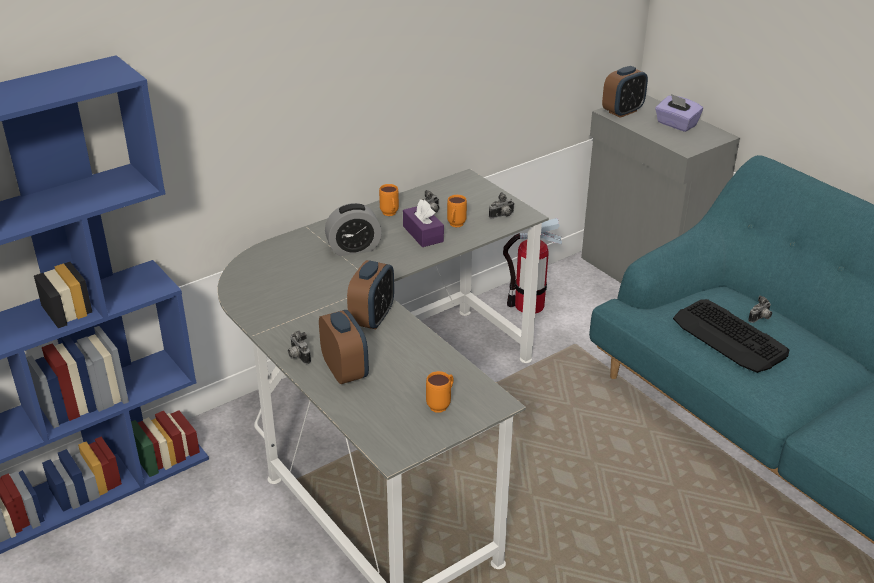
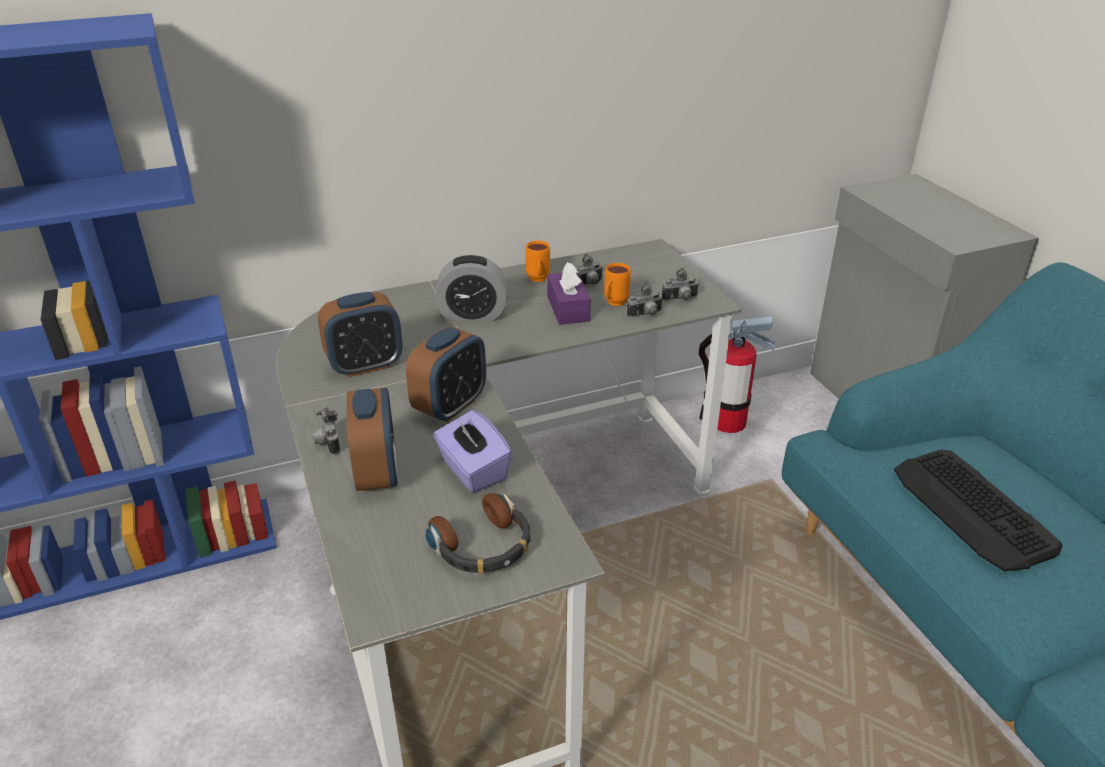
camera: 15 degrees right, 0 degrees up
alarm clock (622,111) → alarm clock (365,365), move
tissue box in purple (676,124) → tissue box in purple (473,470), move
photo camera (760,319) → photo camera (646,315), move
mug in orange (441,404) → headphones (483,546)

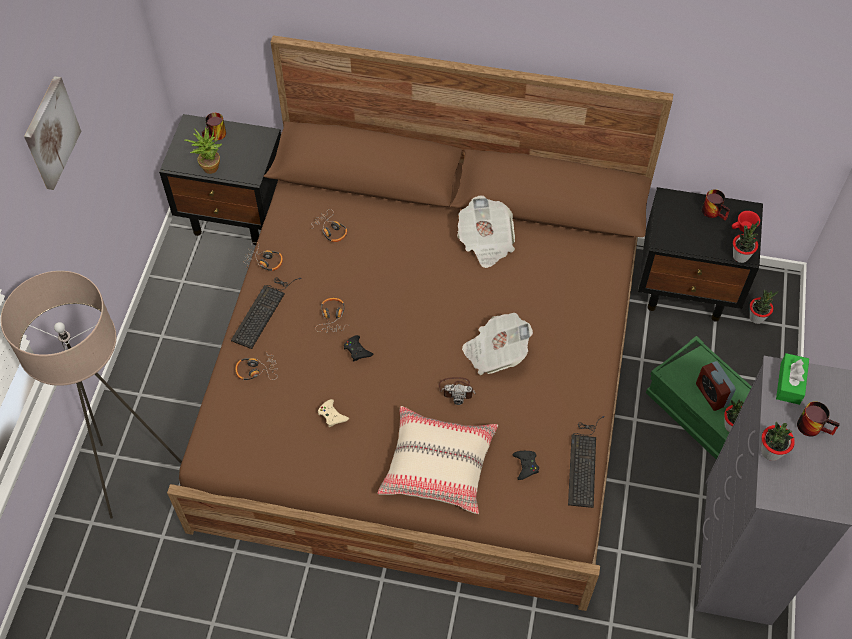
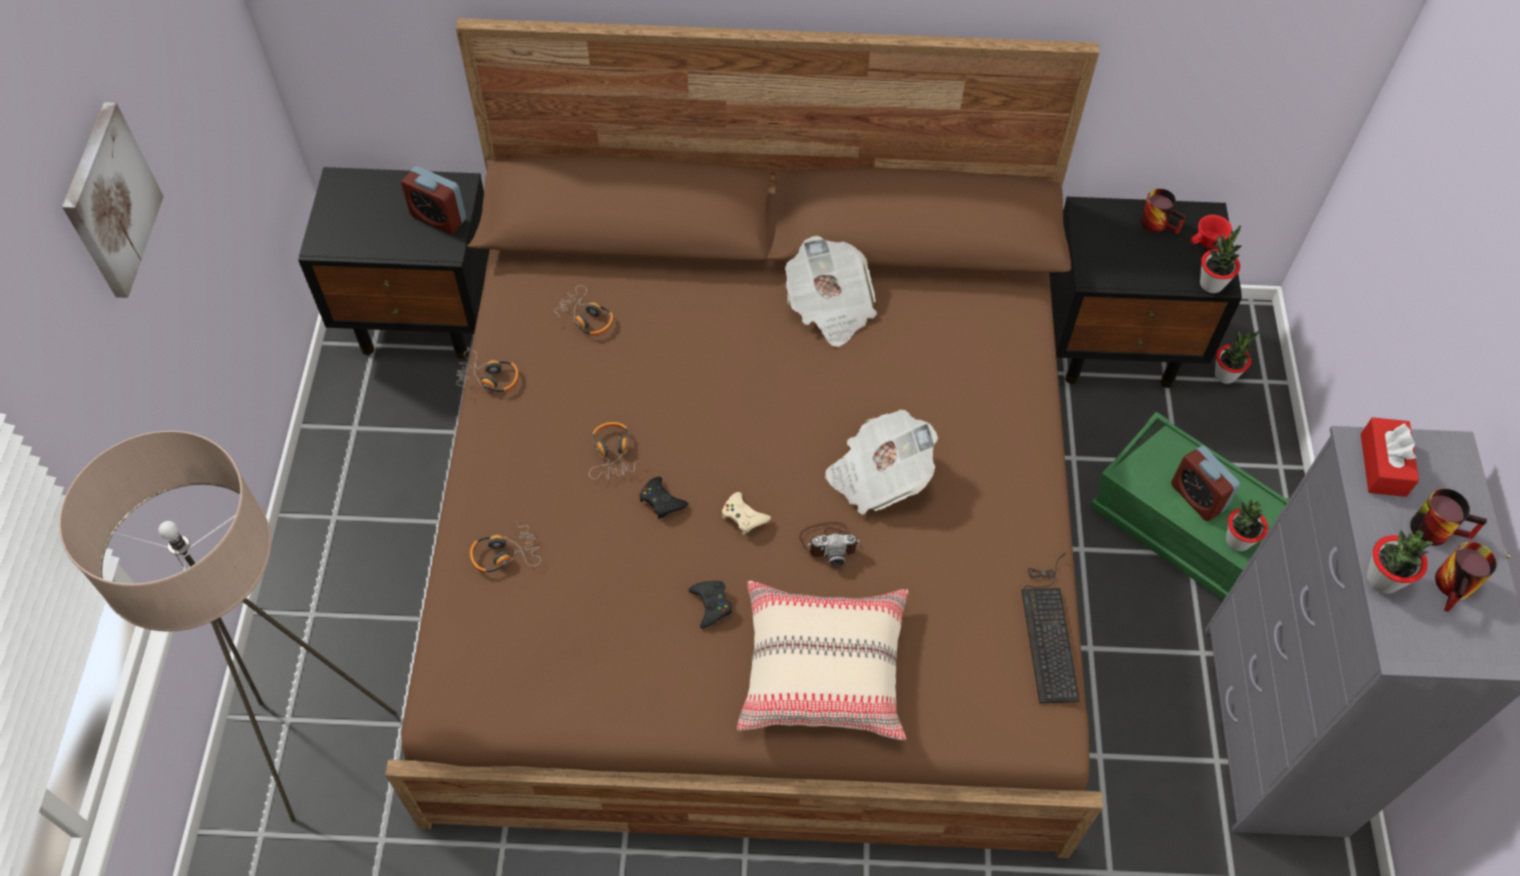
camera: 10 degrees left, 0 degrees up
potted plant (209,165) → -
keyboard (264,310) → -
- → alarm clock (438,218)
mug (216,136) → mug (1456,589), move
game controller in beige (332,415) → game controller in beige (743,516), move
game controller in black (525,465) → game controller in black (711,605), move
tissue box in green (790,383) → tissue box in red (1383,465)

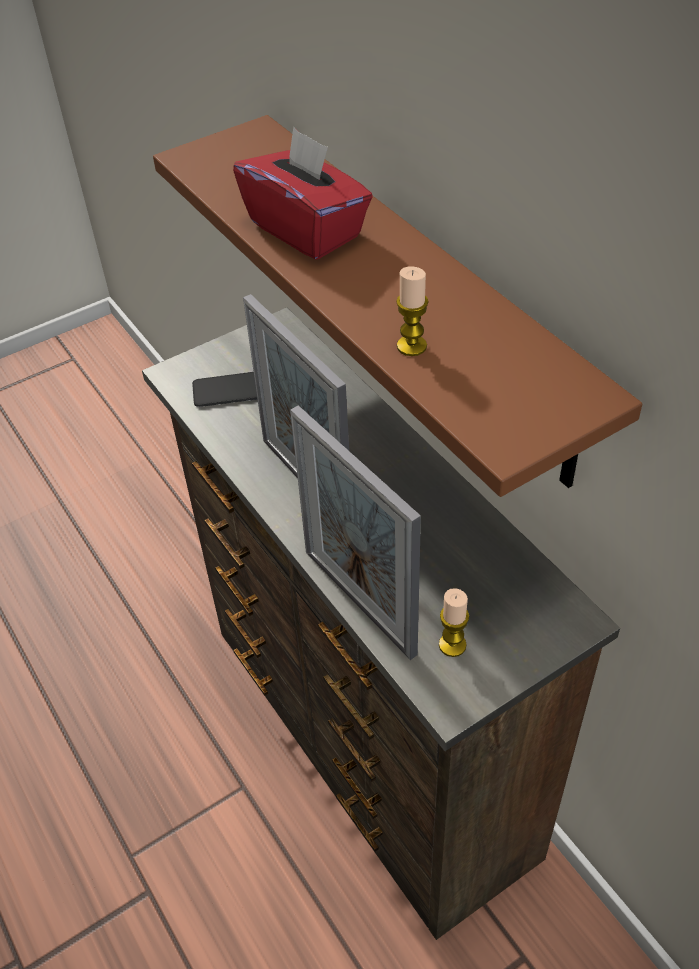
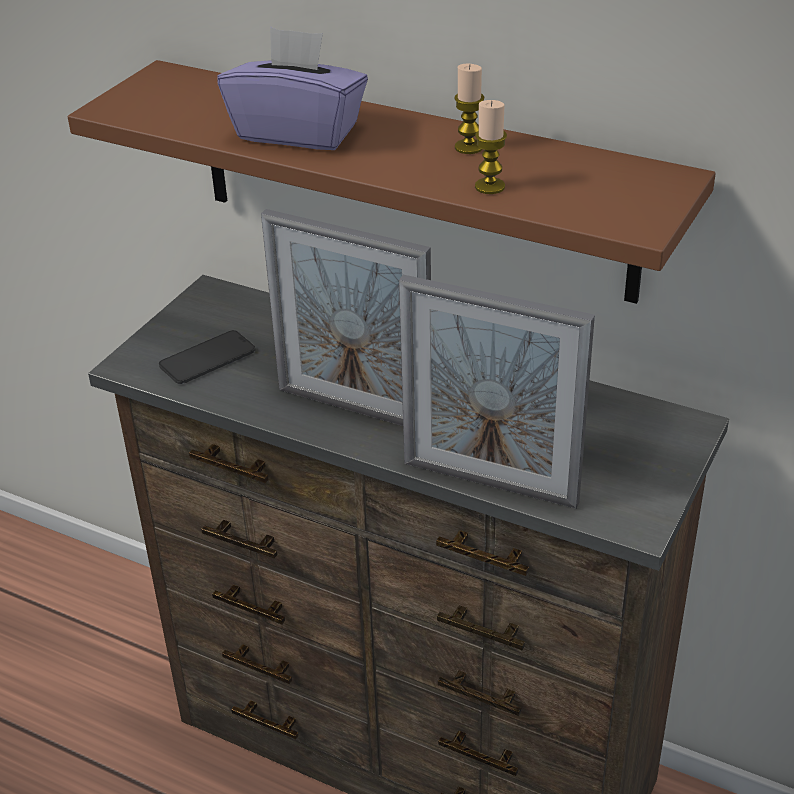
camera: 30 degrees left, 10 degrees down
candle (452,645) → candle (469,147), move
tissue box in red (307,229) → tissue box in purple (298,132)

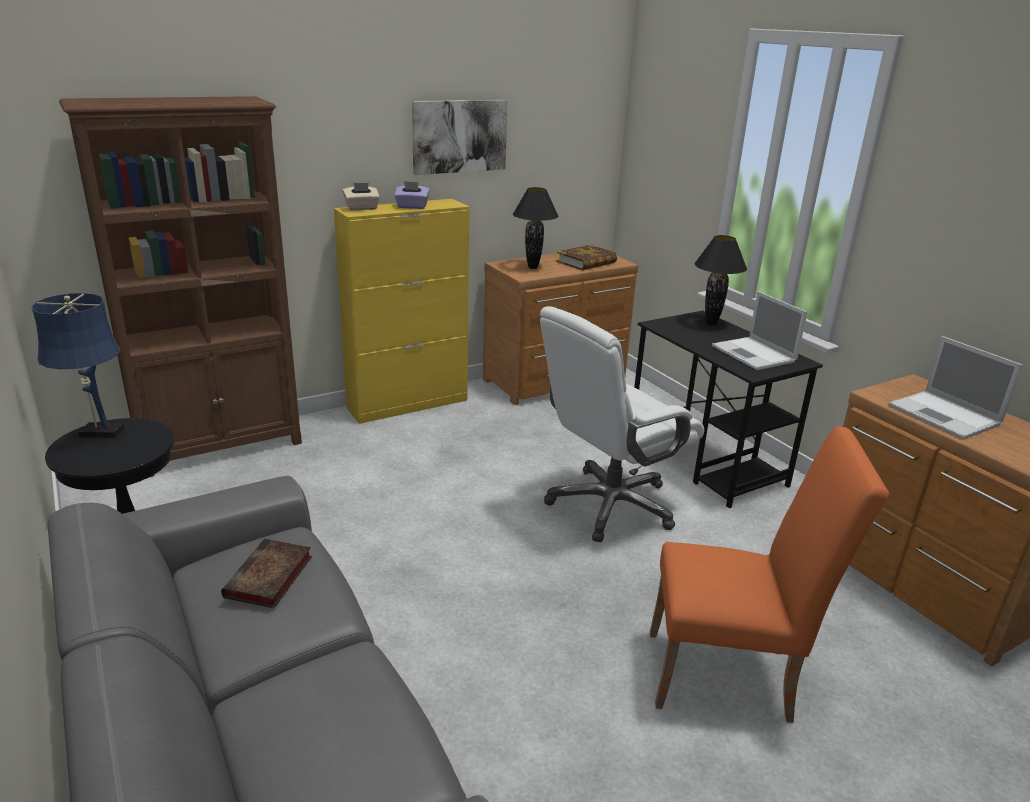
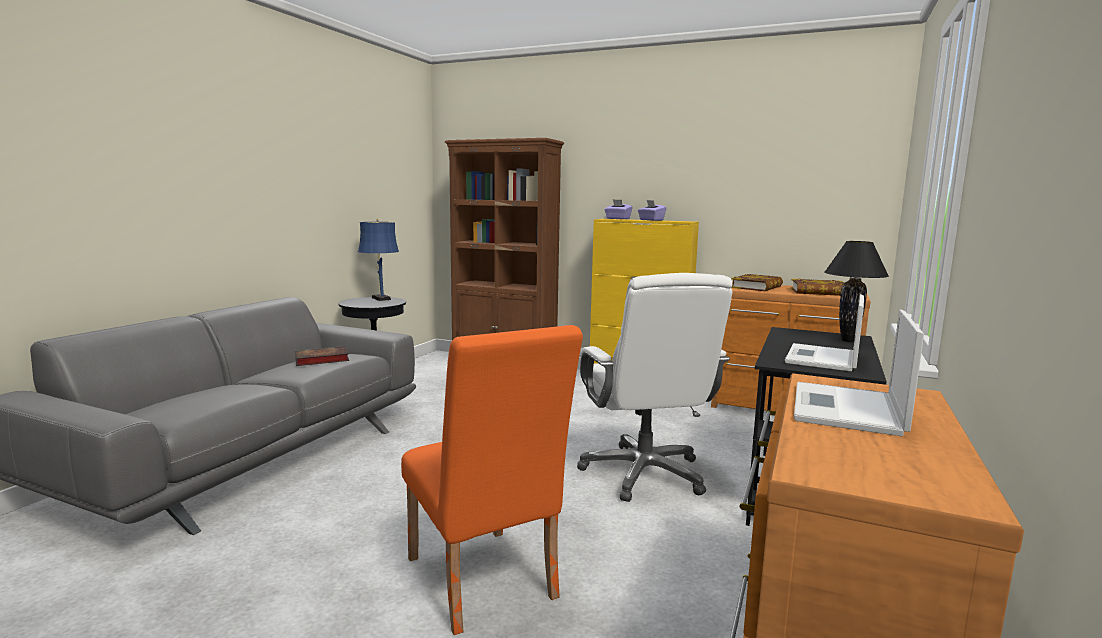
camera: 55 degrees right, 15 degrees down
picture (459,136) → -
table lamp in black (533,268) → book (757,287)
tissue box in beige (362,208) → tissue box in purple (617,219)
office chair in white (610,505) → office chair in white (644,474), 120 degrees counterclockwise

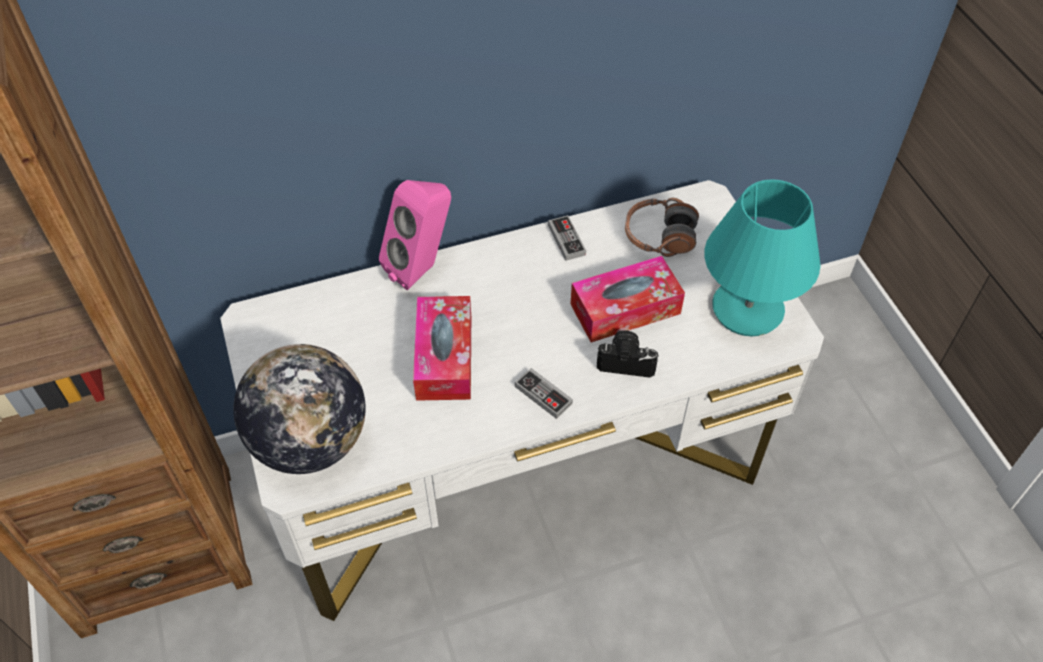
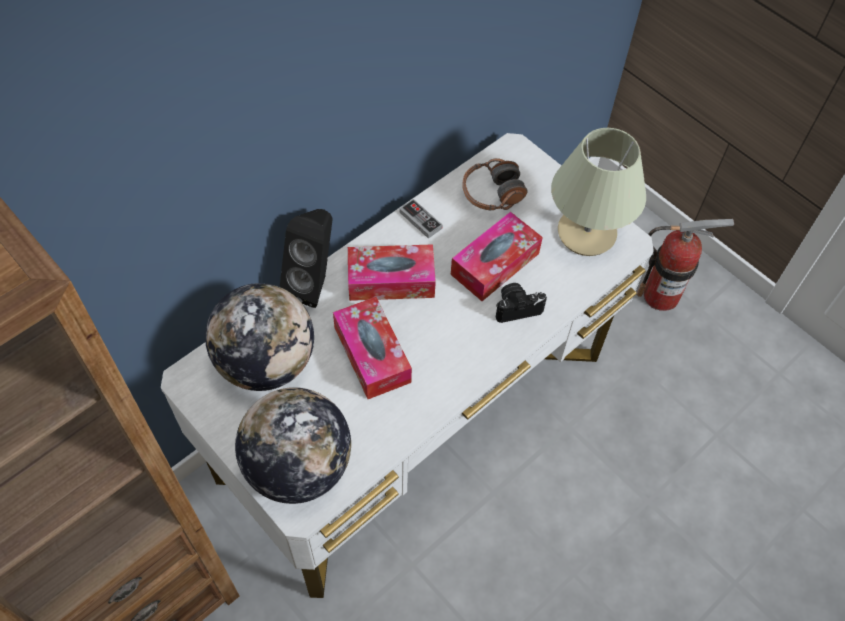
camera: 25 degrees left, 5 degrees up
game controller (543,395) → -
- → globe (266,362)
- → tissue box (391,280)
- → fire extinguisher (661,295)
speaker in pink (422,268) → speaker in black (314,283)
table lamp in turquoise (748,310) → table lamp in beige (587,233)

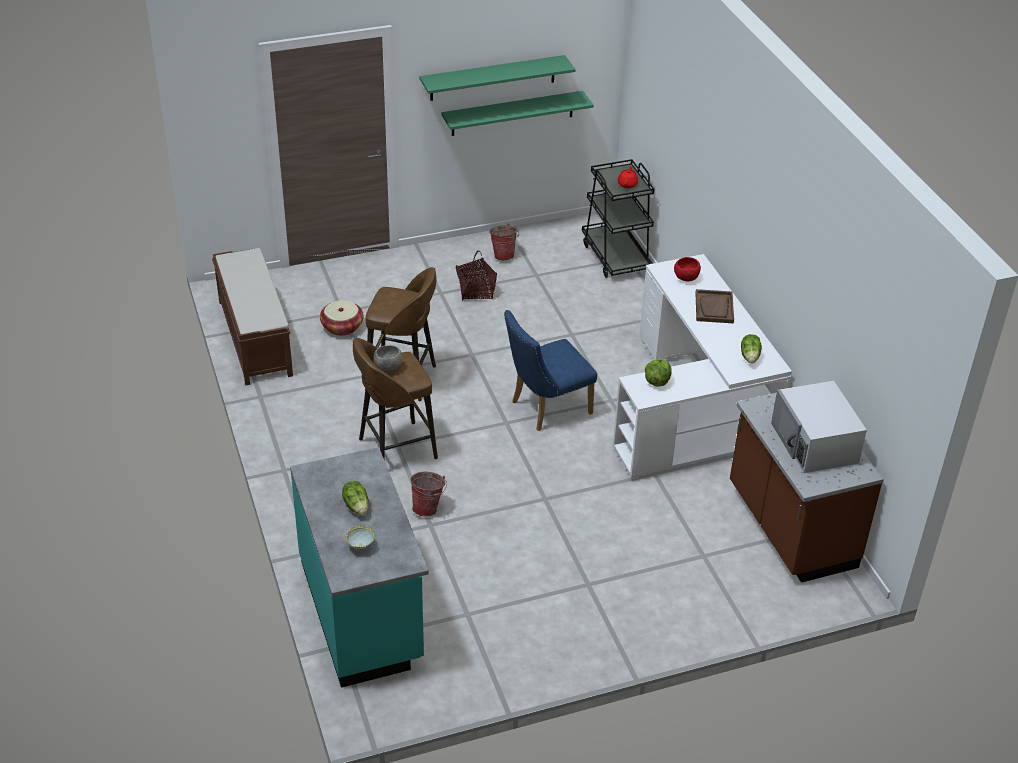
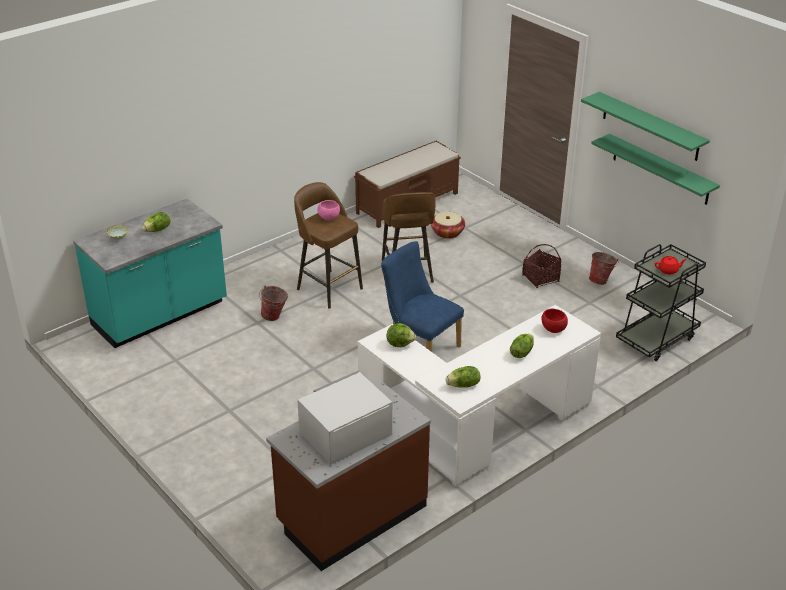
camera: 70 degrees right, 5 degrees down
tray in brown (714,308) → lettuce (521,353)
bowl in grey (387,368) → bowl in pink (328,218)

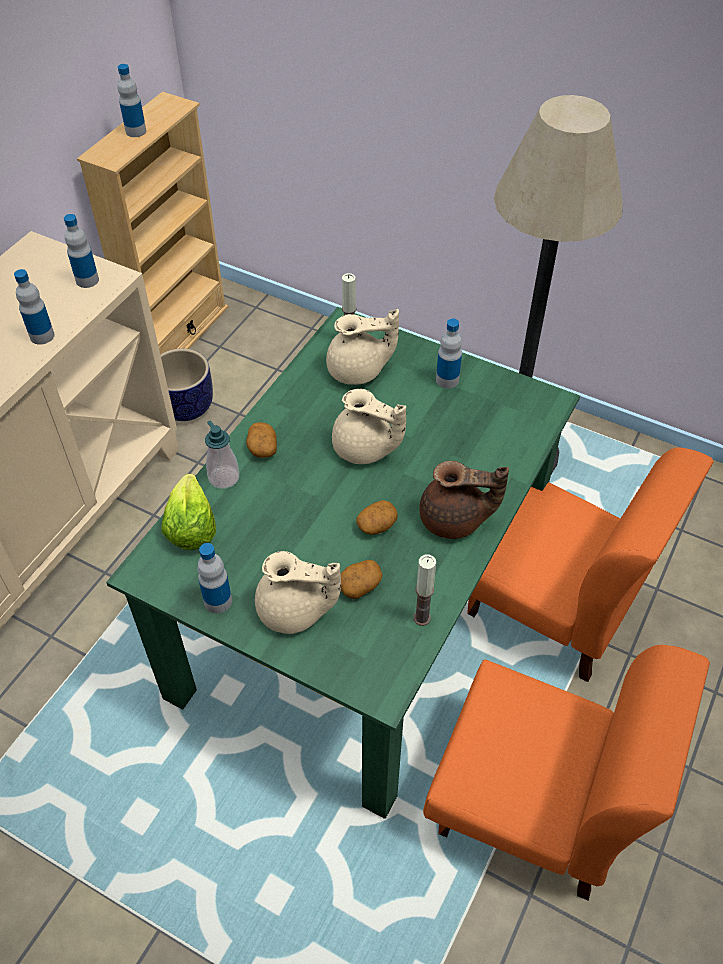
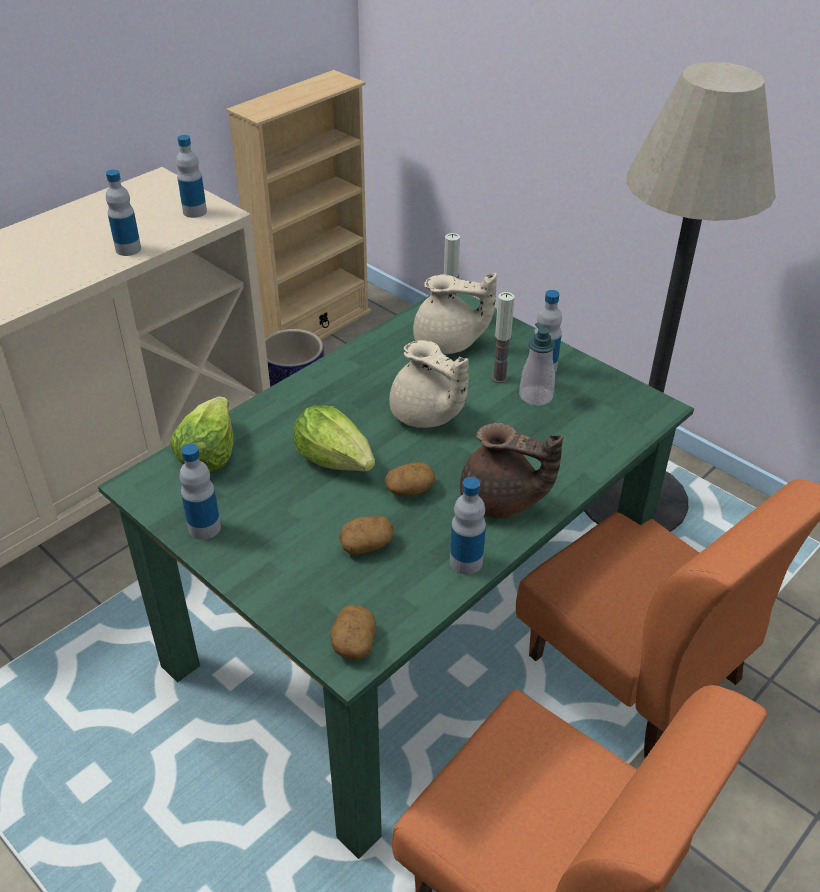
camera: 15 degrees right, 10 degrees down
teapot in beige (295,611) → -
- → lettuce (335,459)
bottle (136,131) → bottle (466,562), move
soap dispenser (224,478) → soap dispenser (536,396), move
potato (262,447) → potato (353,642), move
candle (422,618) → candle (499,378), move

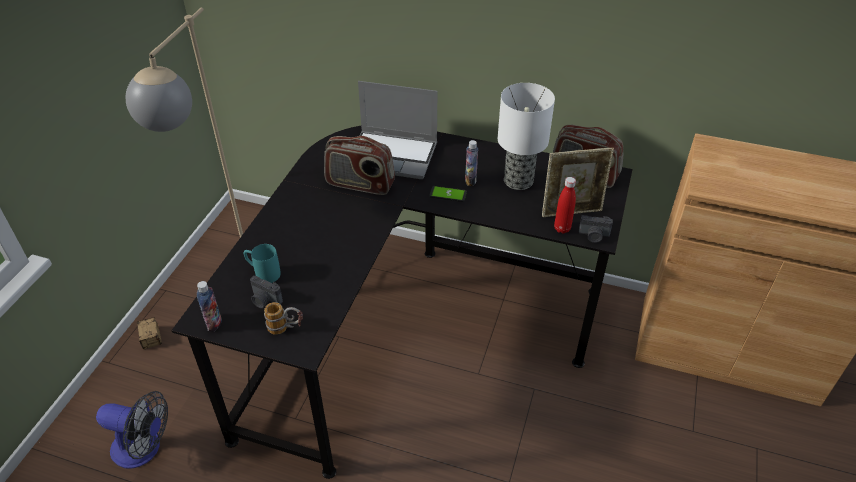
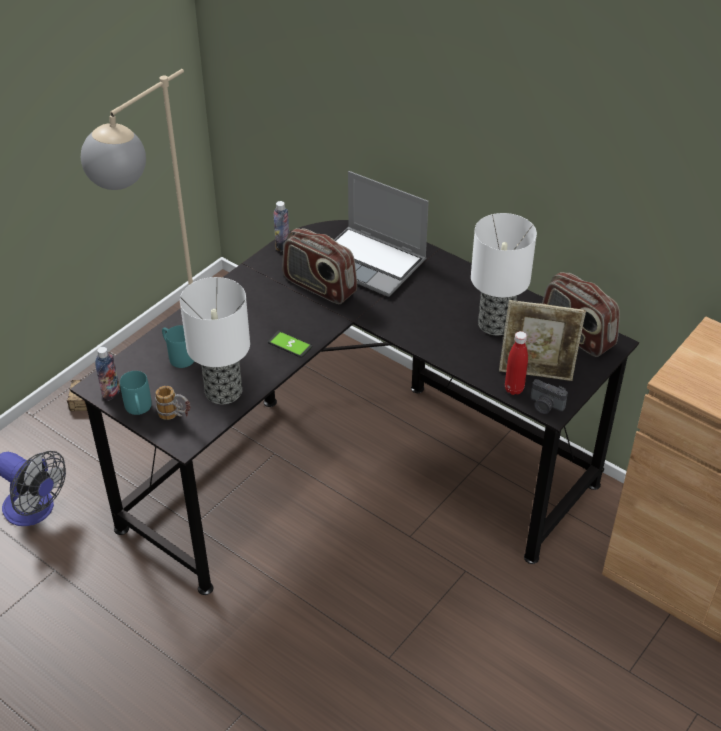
camera: 20 degrees right, 0 degrees up
photo camera (264,300) → -
- → mug in turquoise (139,410)
- → table lamp (222,392)
phone (448,194) → phone (290,345), move
bottle (470,180) → bottle (282,245), move

